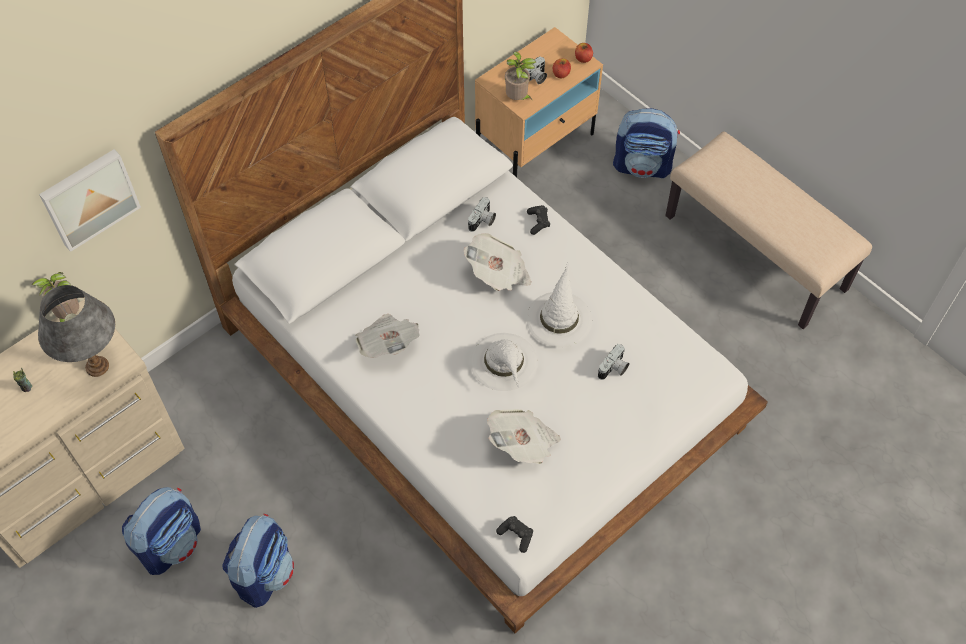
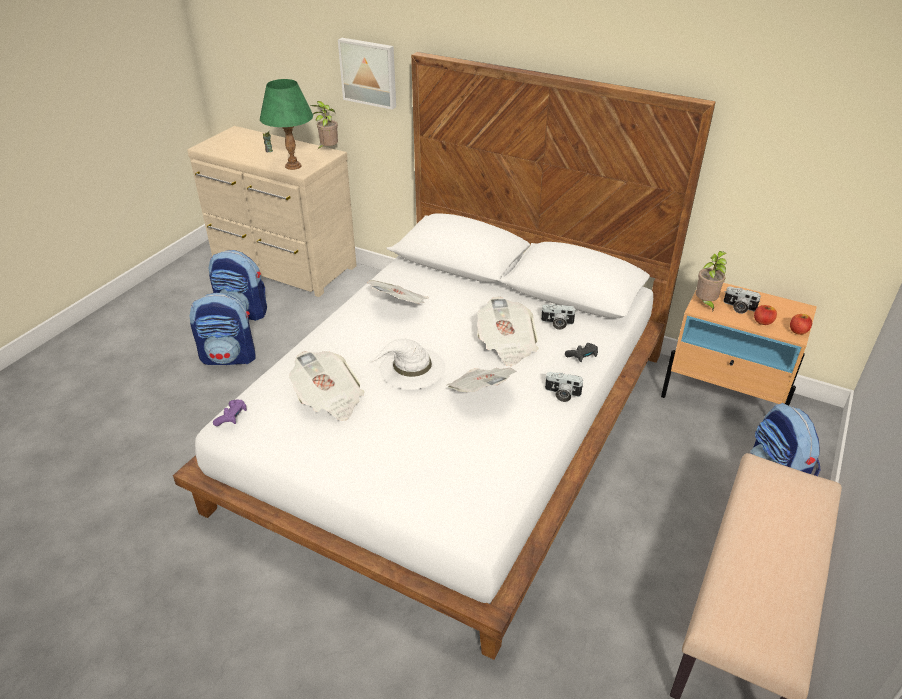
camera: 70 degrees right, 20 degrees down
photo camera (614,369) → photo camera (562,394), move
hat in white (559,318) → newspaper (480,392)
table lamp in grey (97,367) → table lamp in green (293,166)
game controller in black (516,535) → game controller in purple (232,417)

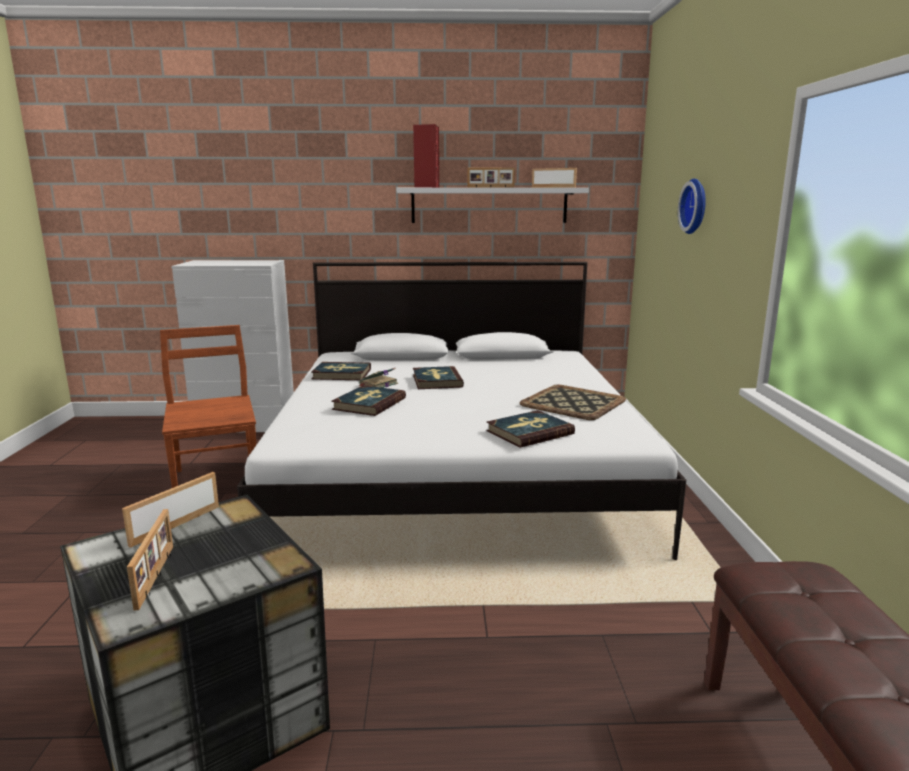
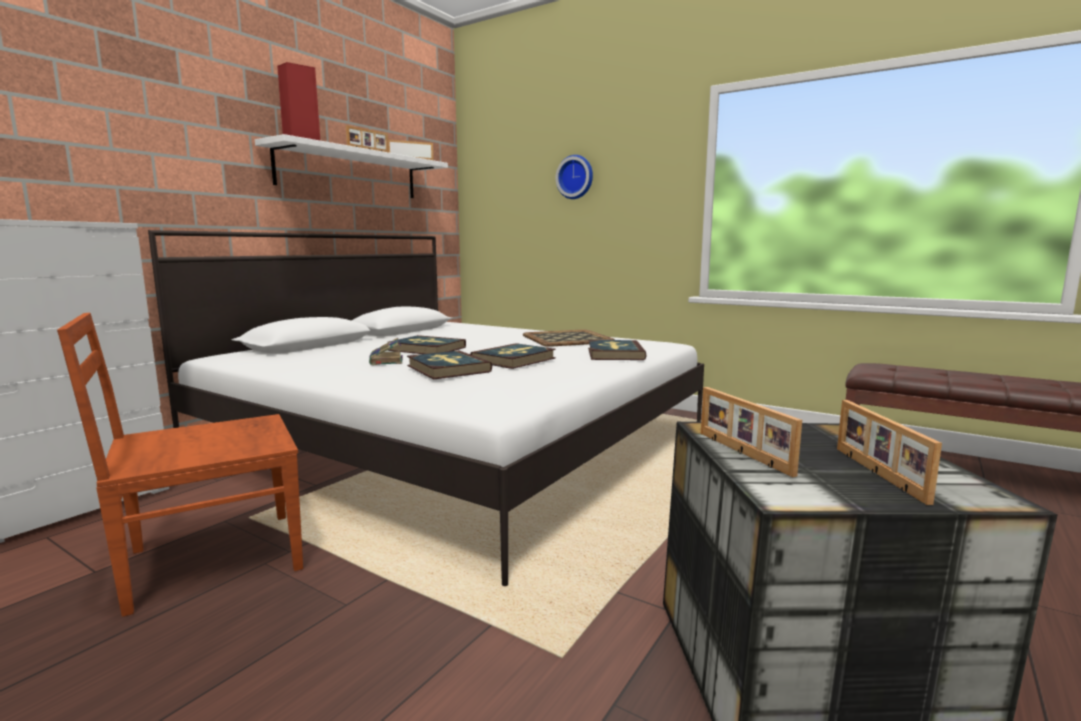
camera: 55 degrees left, 5 degrees down
book (341,374) → book (514,360), move
picture frame (157,576) → picture frame (877,473), 120 degrees counterclockwise
chair in brown (217,480) → chair in brown (209,561), 45 degrees counterclockwise

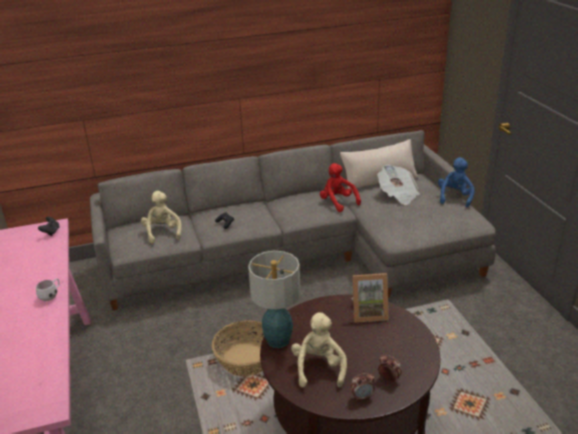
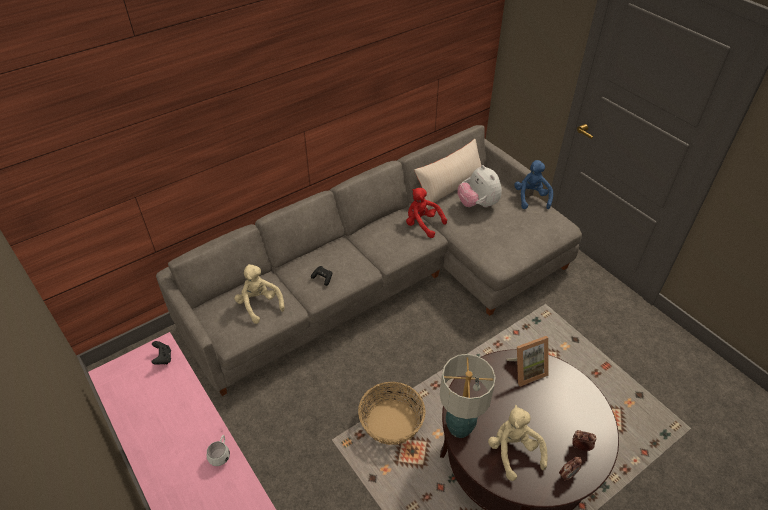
camera: 20 degrees left, 15 degrees up
newspaper (398,194) → plush toy (478,204)

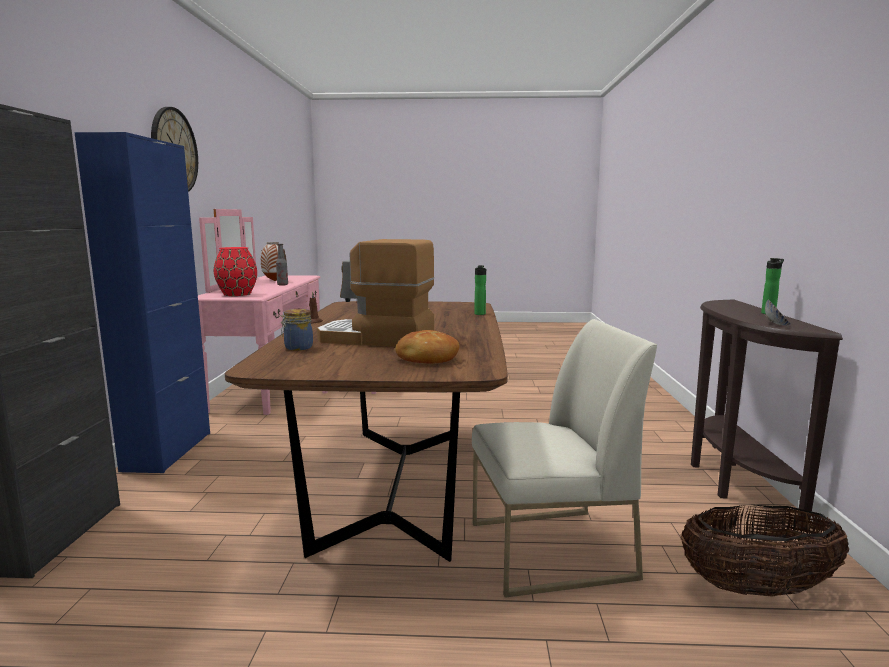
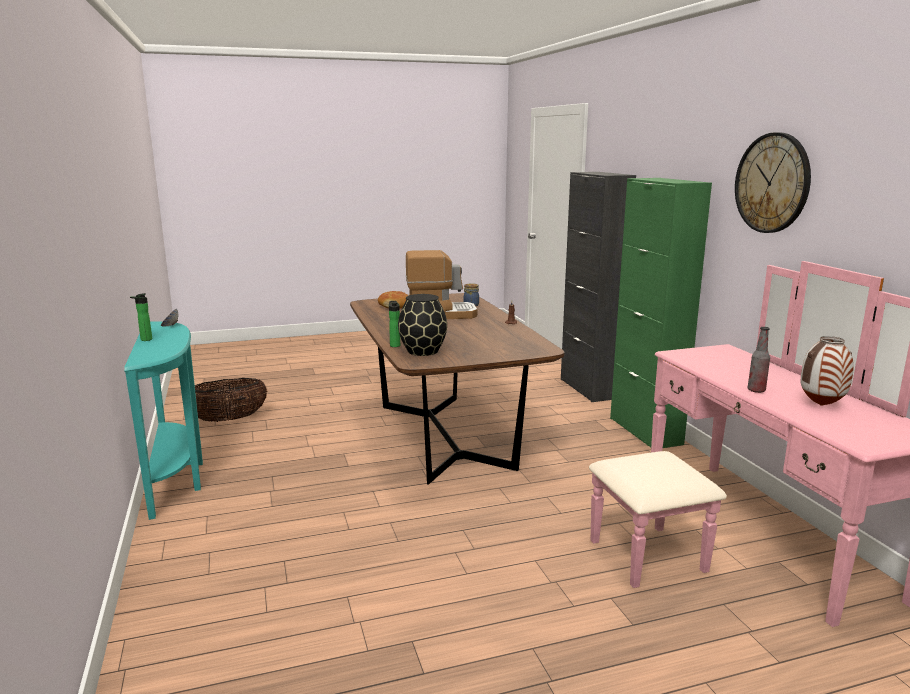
camera: 160 degrees right, 5 degrees up
vase in red (237,294) → -
chair in white (549,550) → -
- → vase in black (423,351)
cabinet in blue (168,451) → cabinet in green (645,431)
console table in brown (732,481) → console table in turquoise (178,478)

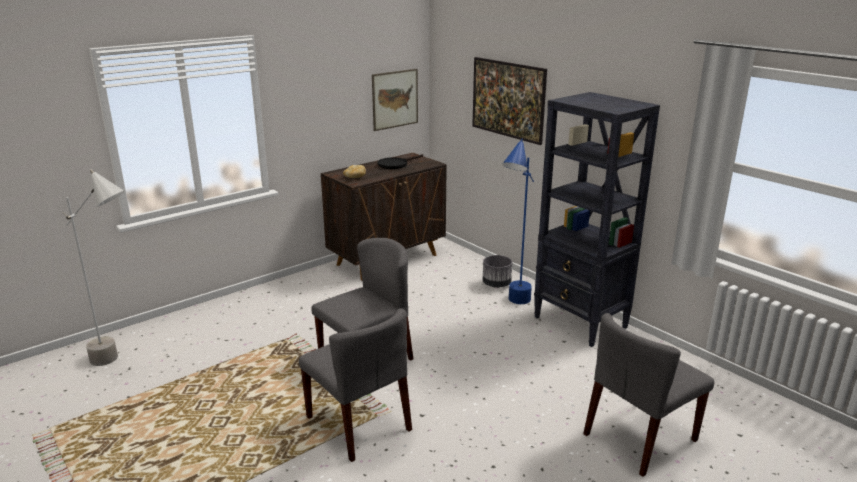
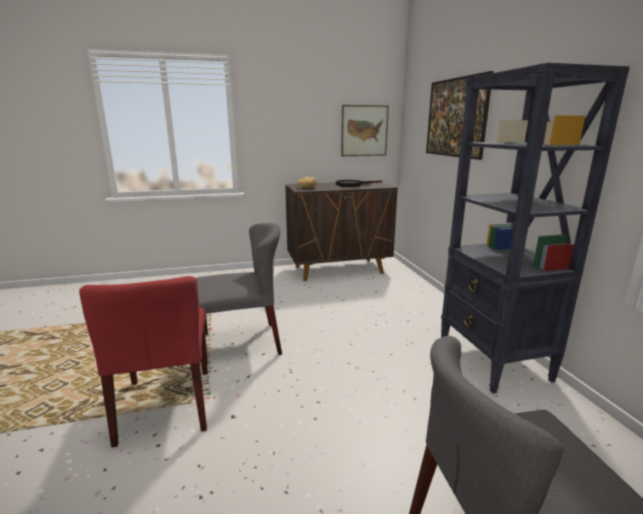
camera: 25 degrees right, 5 degrees down
floor lamp in grey (122,361) → -
planter in grey (497,284) → -
floor lamp in blue (514,307) → -
chair in grey (359,424) → chair in red (166,405)

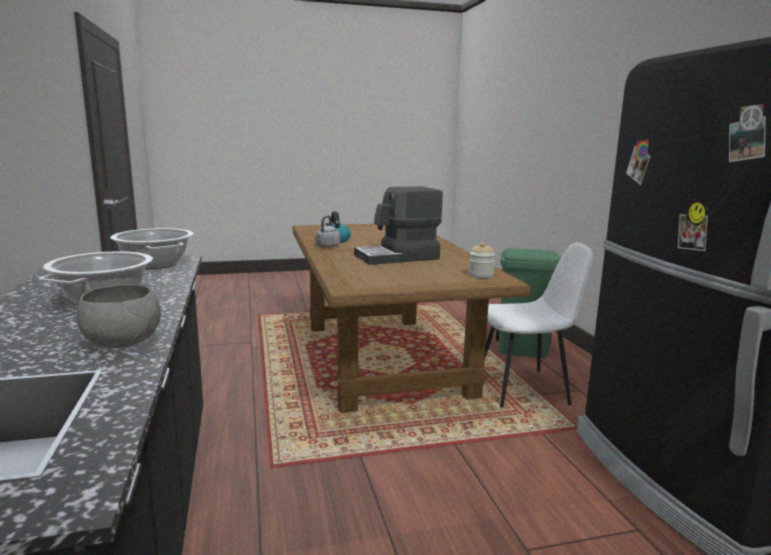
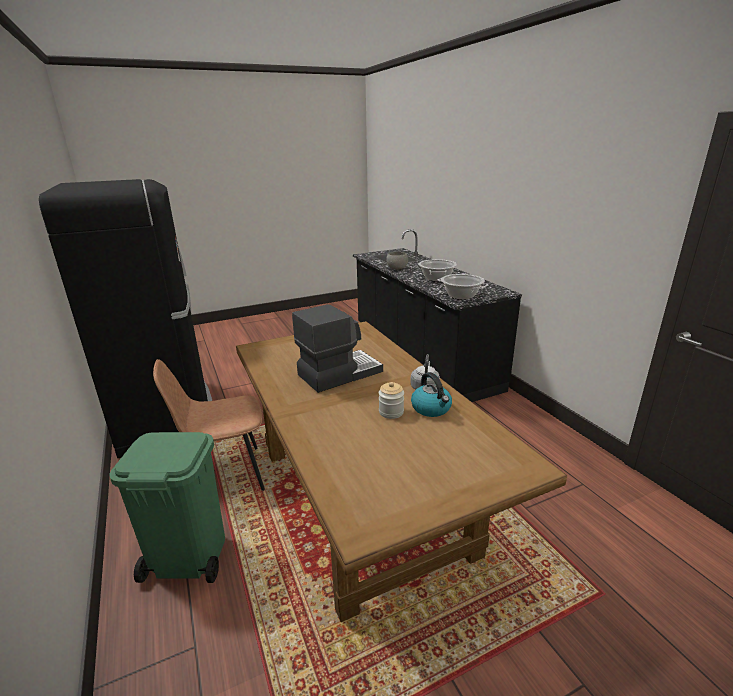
camera: 170 degrees right, 10 degrees up
jar (481,275) → jar (391,412), move
chair in white (524,388) → chair in brown (226,475)

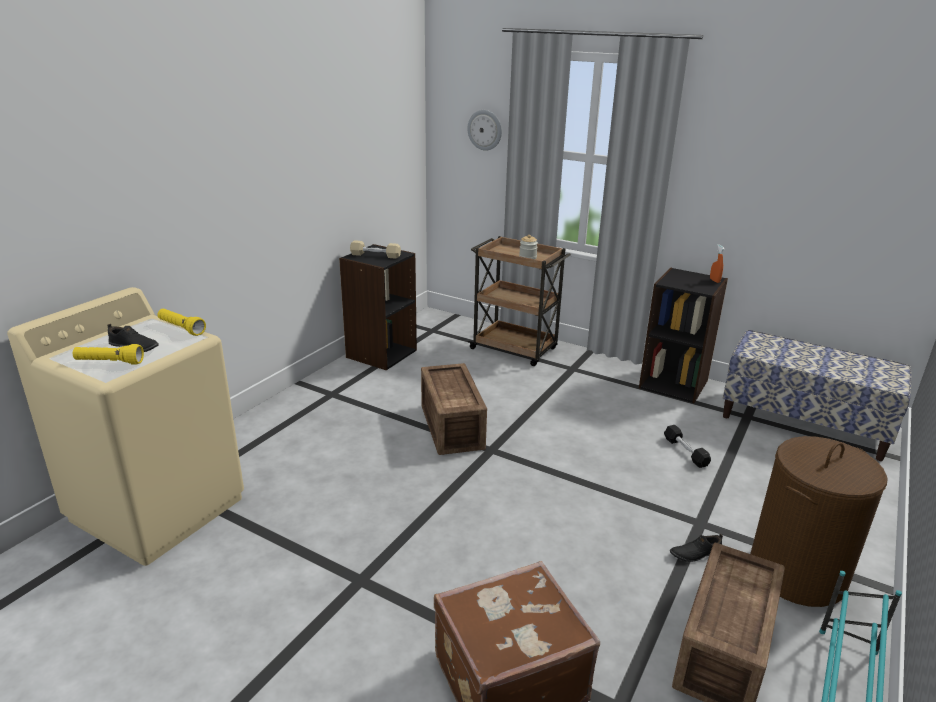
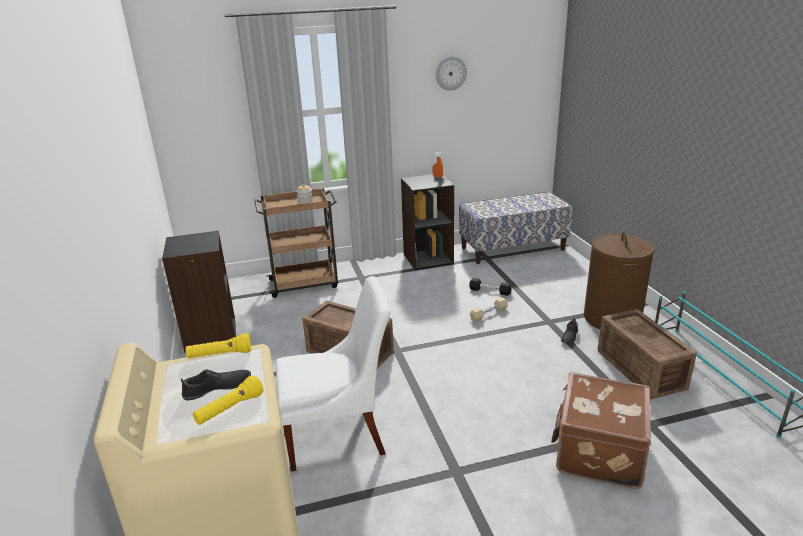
camera: 45 degrees left, 0 degrees up
- → chair in white (339,434)
dumbbell in beige (375,255) → dumbbell in beige (488,314), move
wall clock (485,130) → wall clock (450,73), move

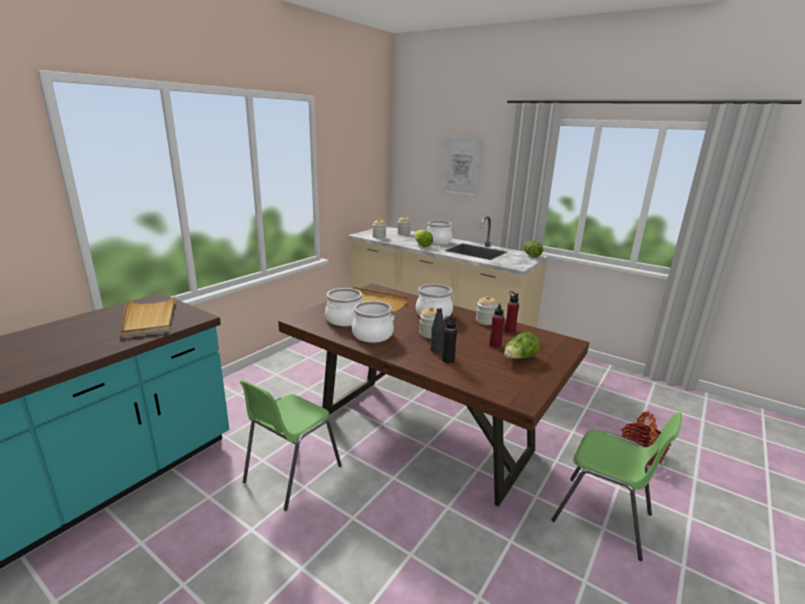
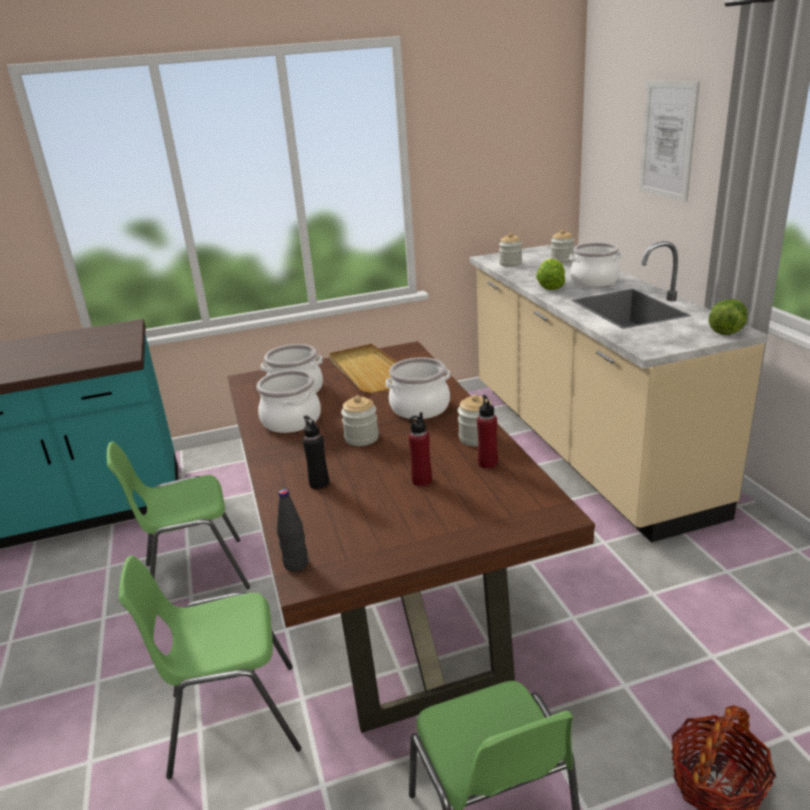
camera: 40 degrees right, 5 degrees up
tray in beige (149,318) → -
lettuce (519,358) → -
- → chair in green (232,720)
bottle in black (436,350) → bottle in black (296,564), move

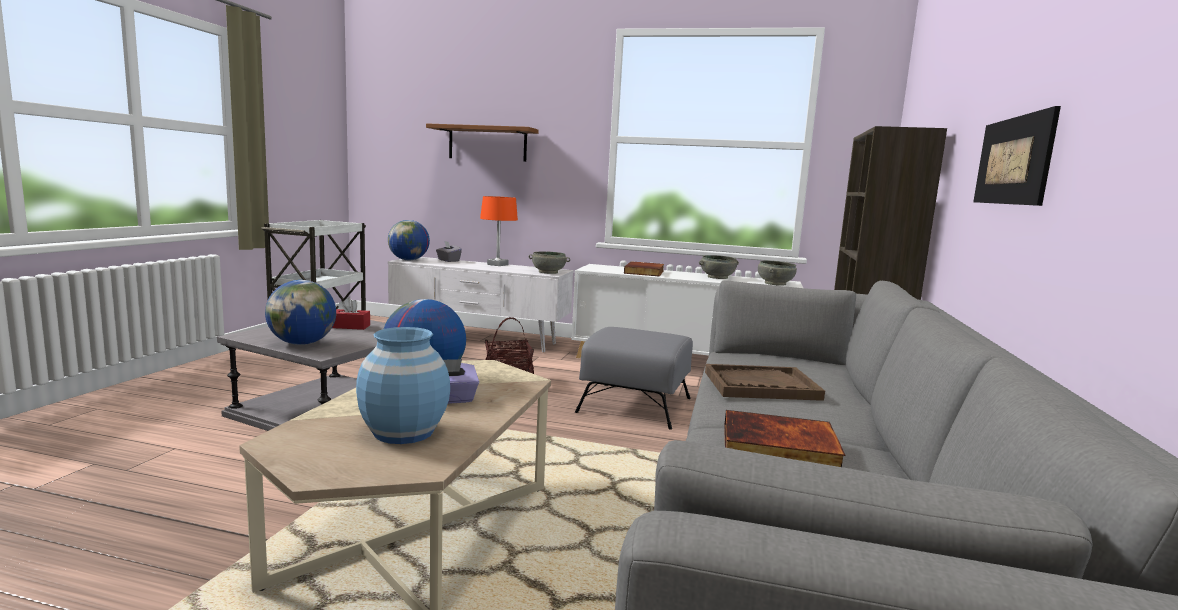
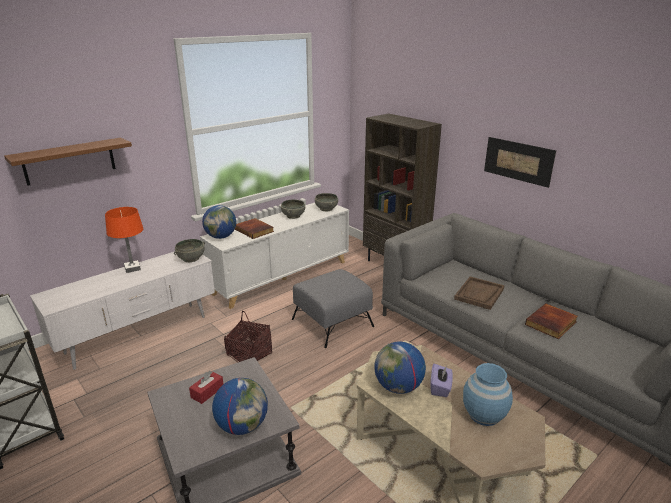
camera: 55 degrees left, 15 degrees up
tissue box in grey (448,260) → -
globe (409,260) → globe (221,237), move

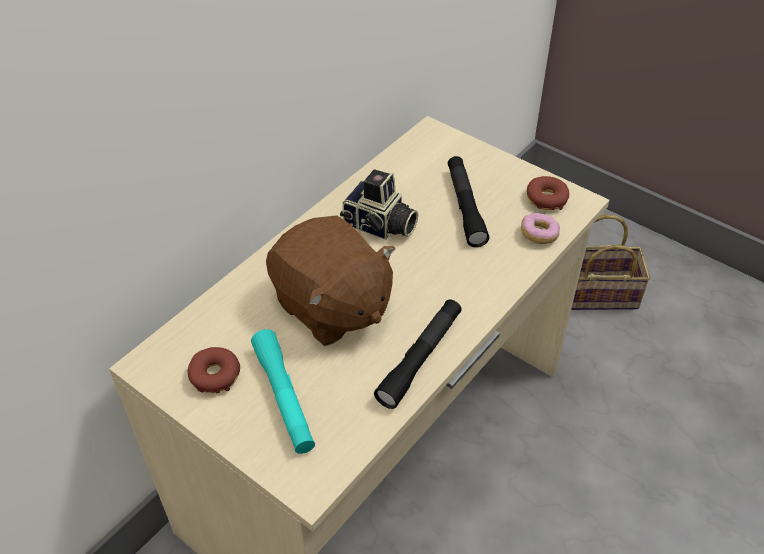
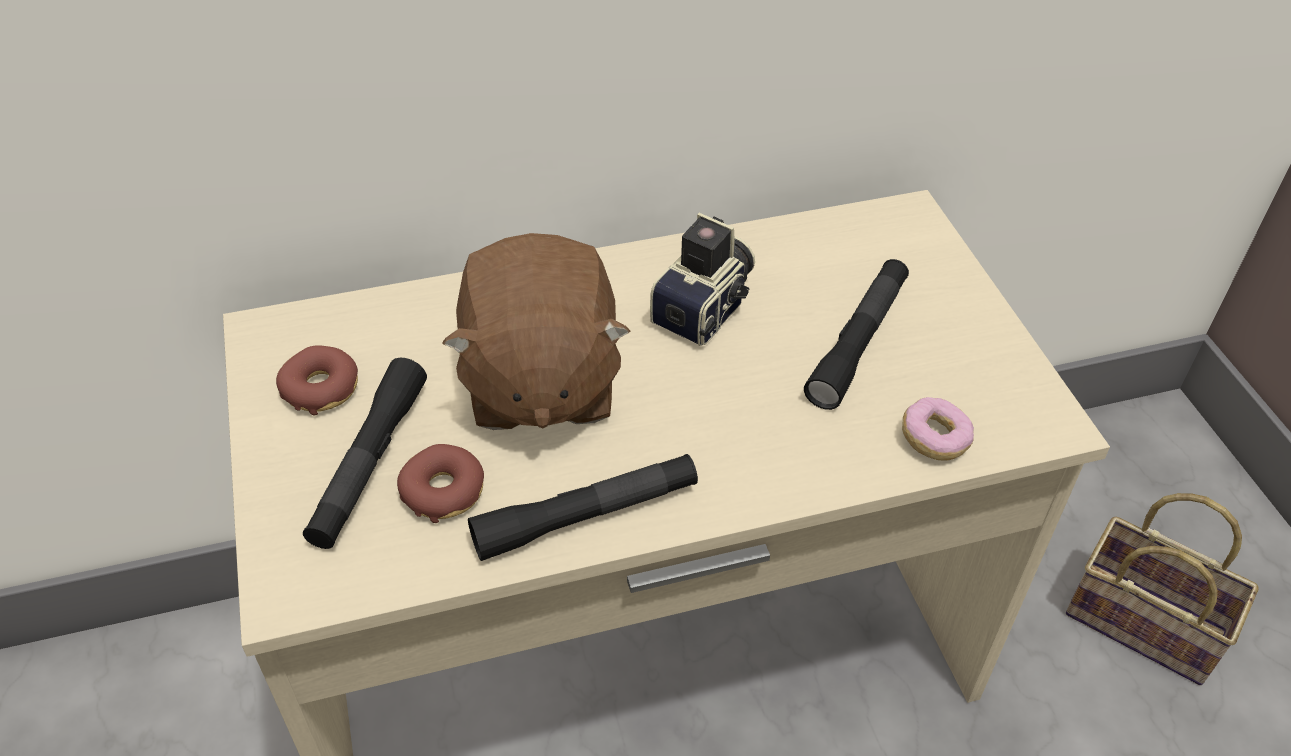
camera: 35 degrees right, 0 degrees up
donut (546,199) → donut (443,491), move
flashlight in turquoise (284,397) → flashlight in black (369,463)
photo camera (379,226) → photo camera (707,309), 120 degrees counterclockwise

